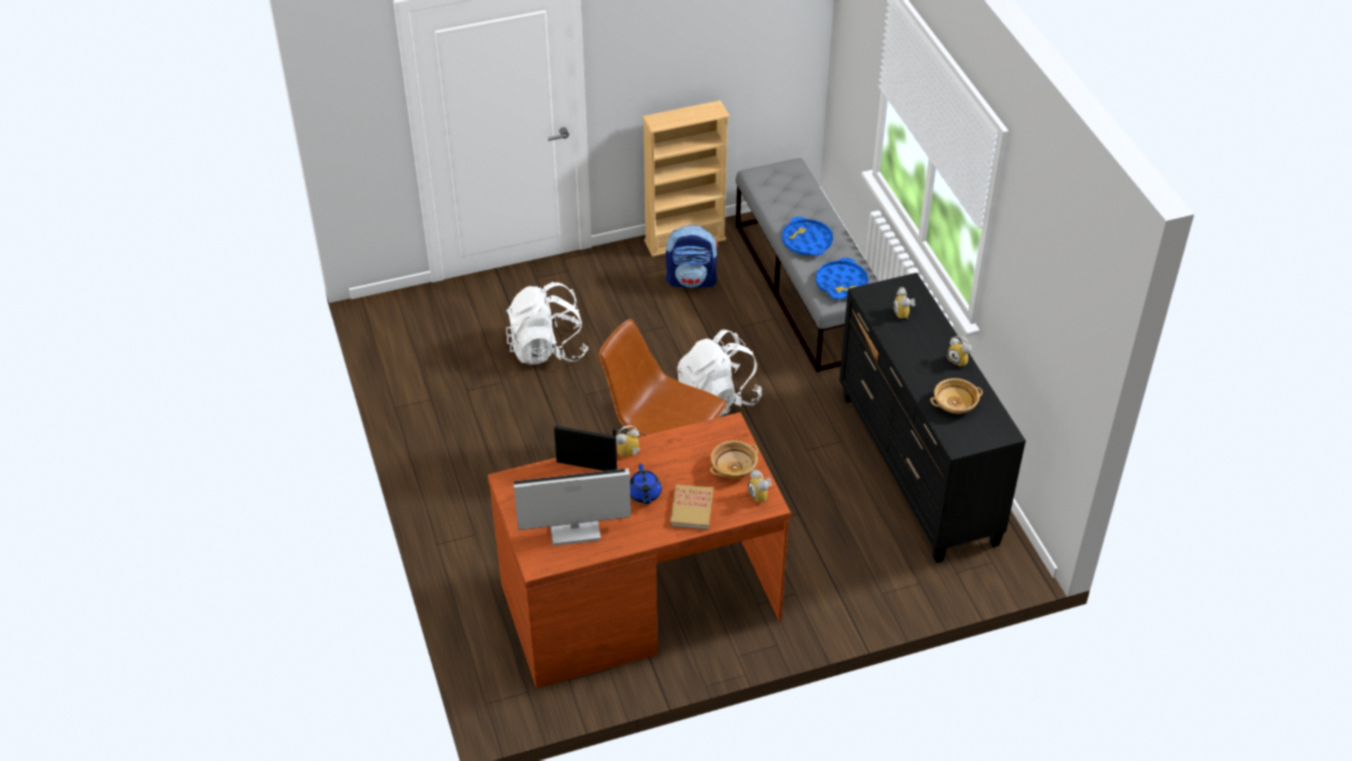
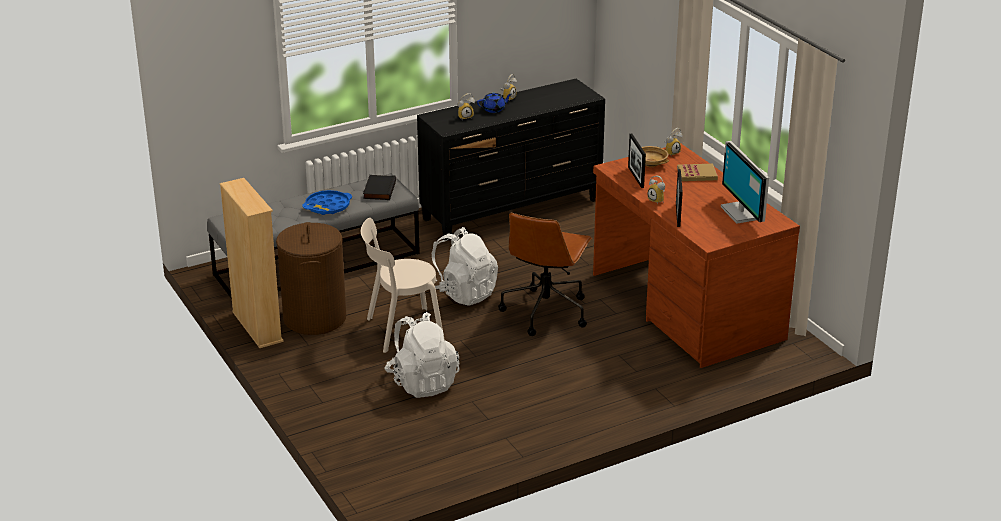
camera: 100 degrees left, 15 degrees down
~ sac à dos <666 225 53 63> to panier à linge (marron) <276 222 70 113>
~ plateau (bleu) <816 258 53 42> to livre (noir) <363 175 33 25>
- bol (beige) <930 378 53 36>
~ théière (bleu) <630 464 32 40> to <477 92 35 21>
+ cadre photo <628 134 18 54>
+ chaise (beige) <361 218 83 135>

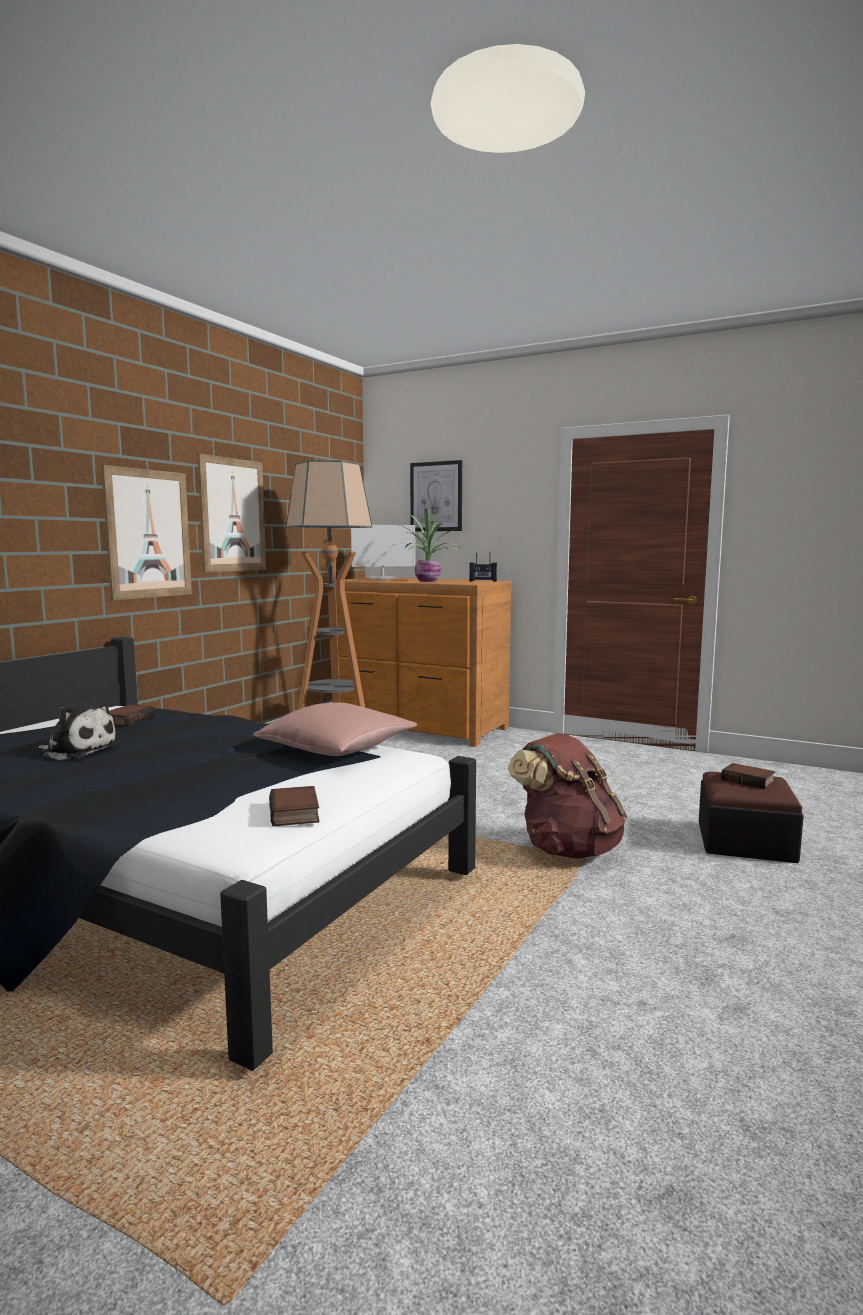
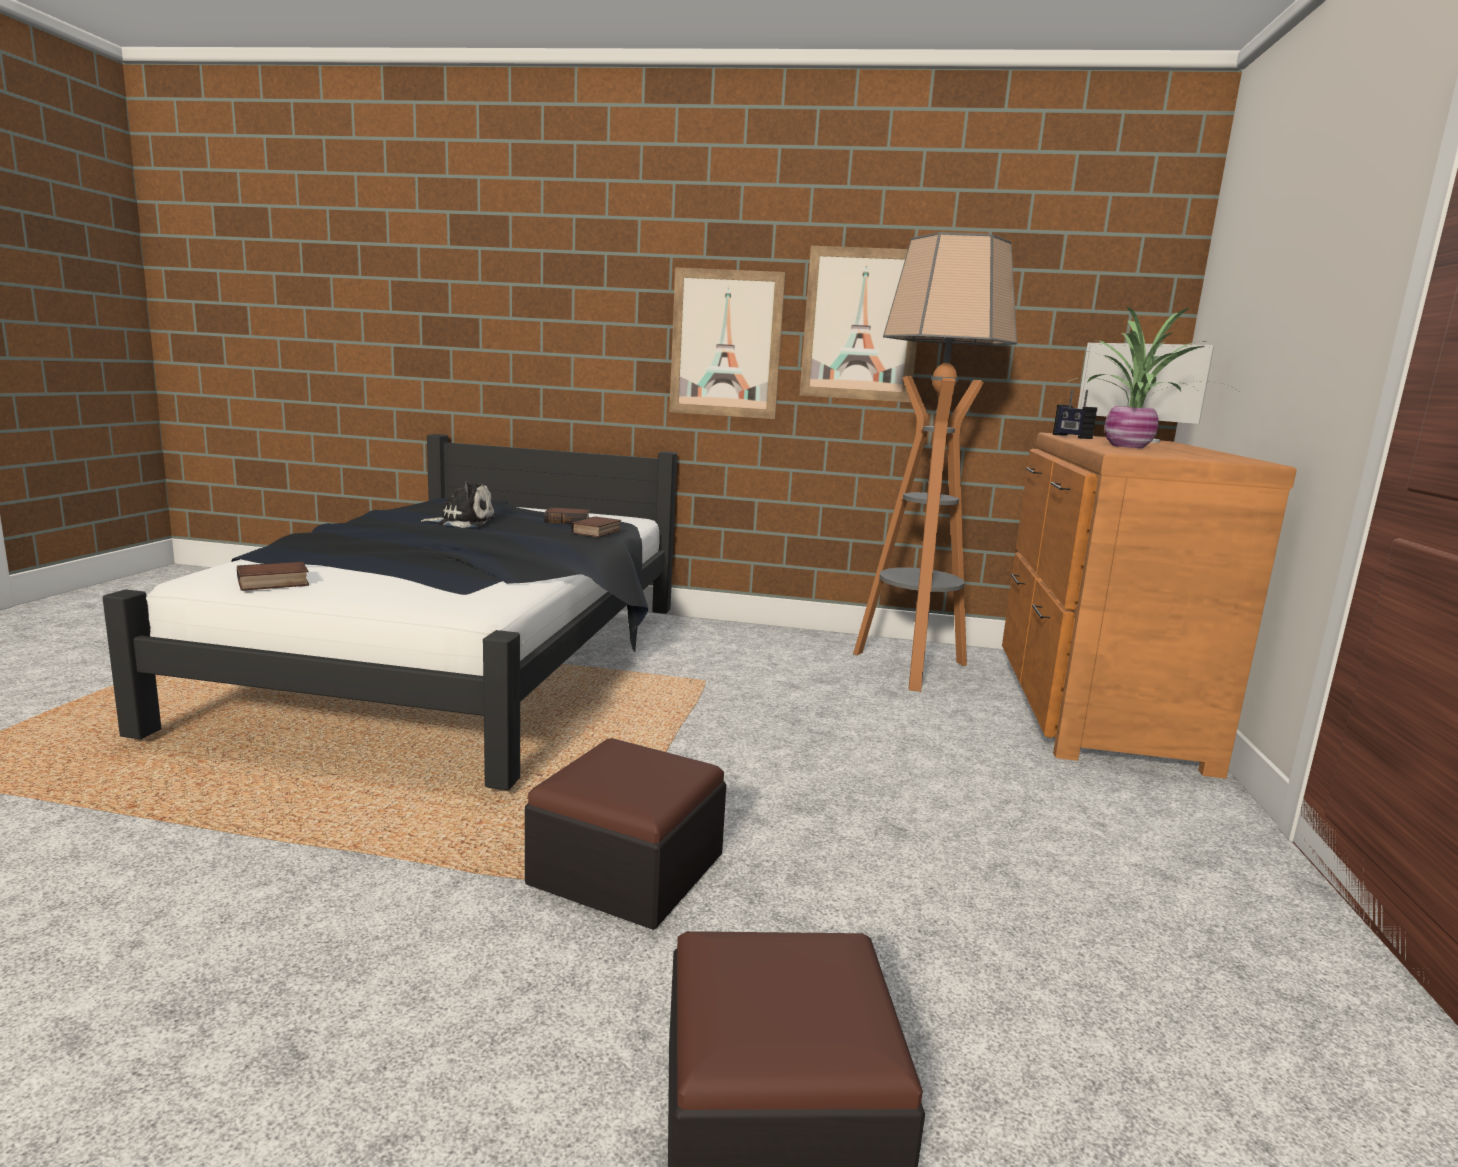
camera: 70 degrees right, 5 degrees up
- tableau <410 460 52 71>
~ radio <469 553 28 29> to <1053 389 44 50>
~ peluche <39 702 80 58> = <420 481 75 47> 90 degrees counterclockwise
- coussin (rose) <253 703 164 53>
~ sac à dos (marron) <508 733 119 126> to pouf <525 738 201 192>
~ livre <721 763 54 26> to <571 516 50 21>

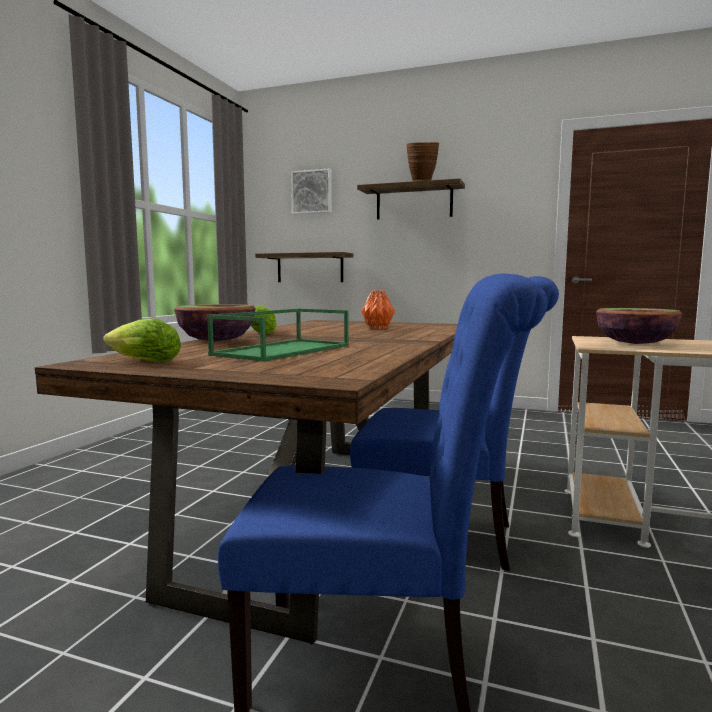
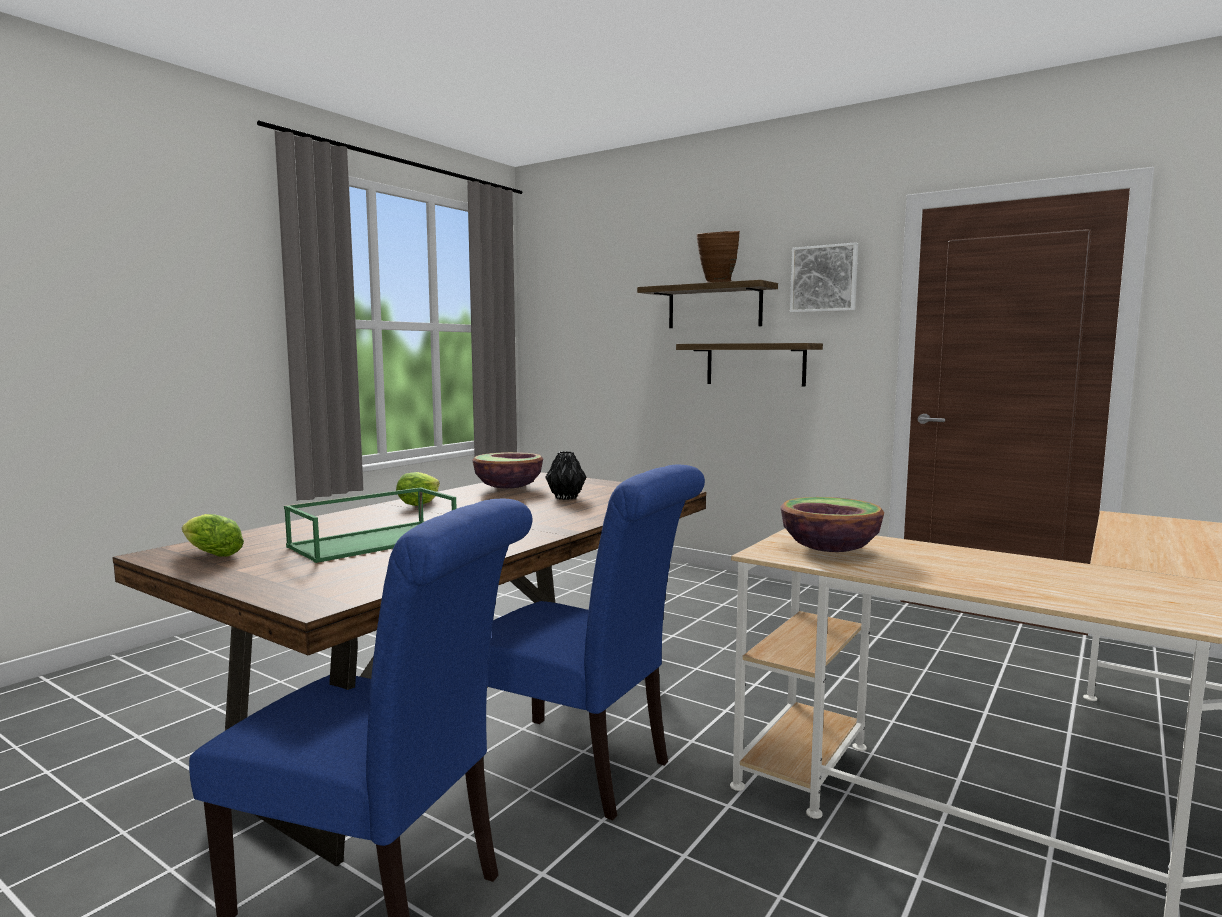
camera: 15 degrees right, 0 degrees up
~ tableau <291 169 41 45> to <790 242 68 71>
~ étagère <255 252 98 30> to <676 343 147 44>
~ vase (orange) <361 290 34 39> to vase (noir) <545 451 41 49>
~ bol <174 304 81 37> to <472 452 71 36>

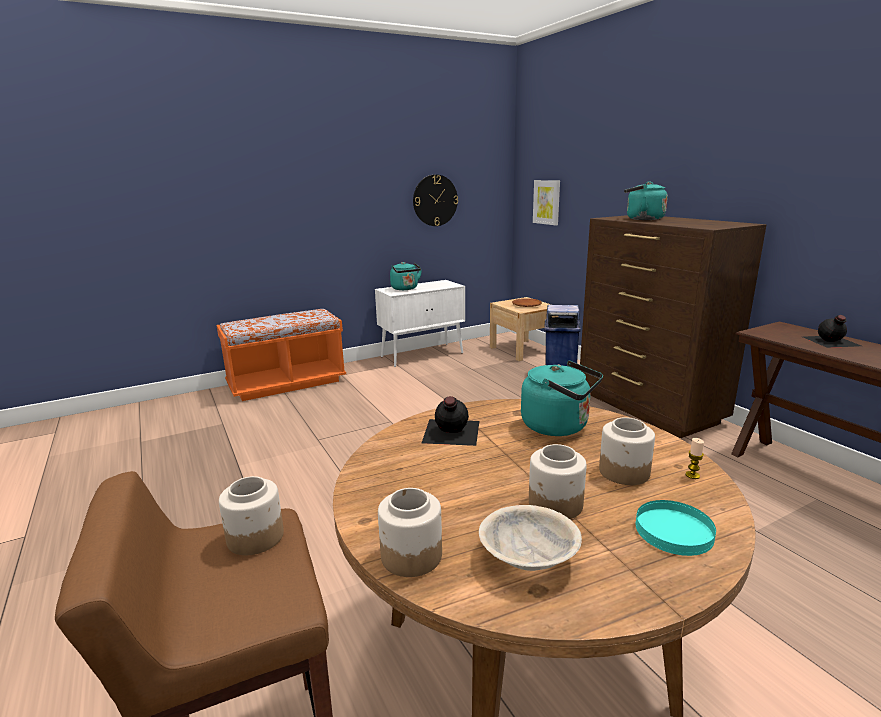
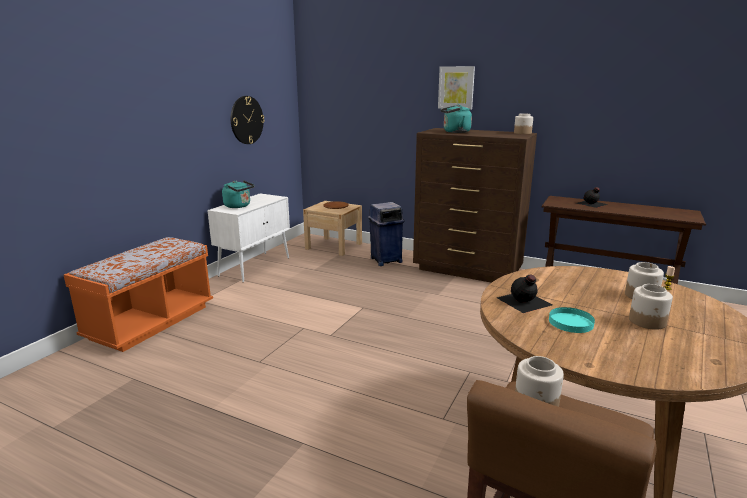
camera: 35 degrees left, 0 degrees up
~ tableau <533 180 27 45> to <438 66 37 44>
- bouilloire (turquoise) <521 360 82 76>
~ bocal <378 488 64 89> to <514 113 19 21>
~ assiette (turquoise) <636 500 80 56> to <549 307 46 26>
- bol (beige) <479 505 103 66>

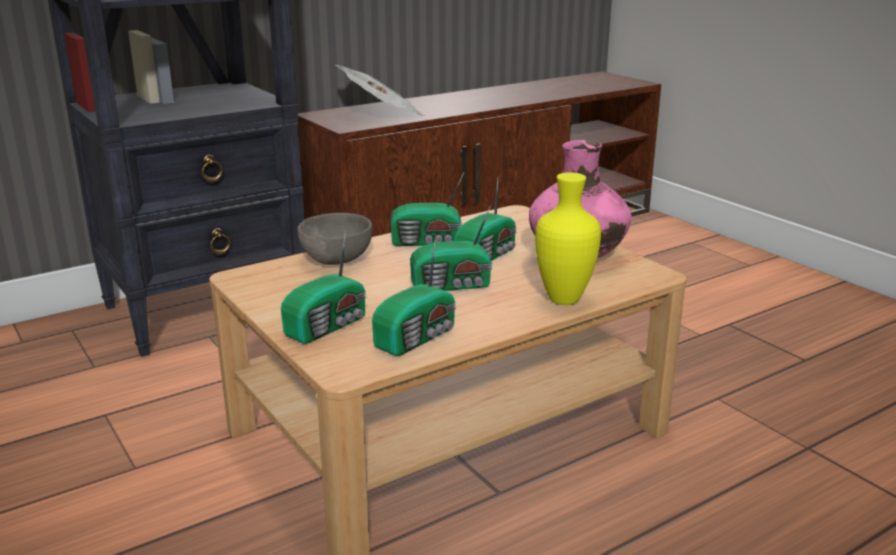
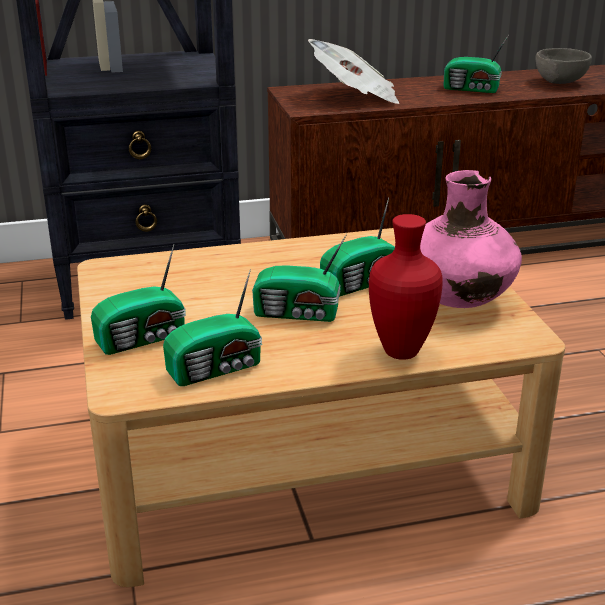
camera: 20 degrees right, 5 degrees up
~ vase (jaune) <535 172 66 133> to vase (rouge) <369 214 74 146>
~ radio <391 173 73 73> to <443 35 66 58>
~ bol (gris) <297 213 75 52> to <536 48 56 36>

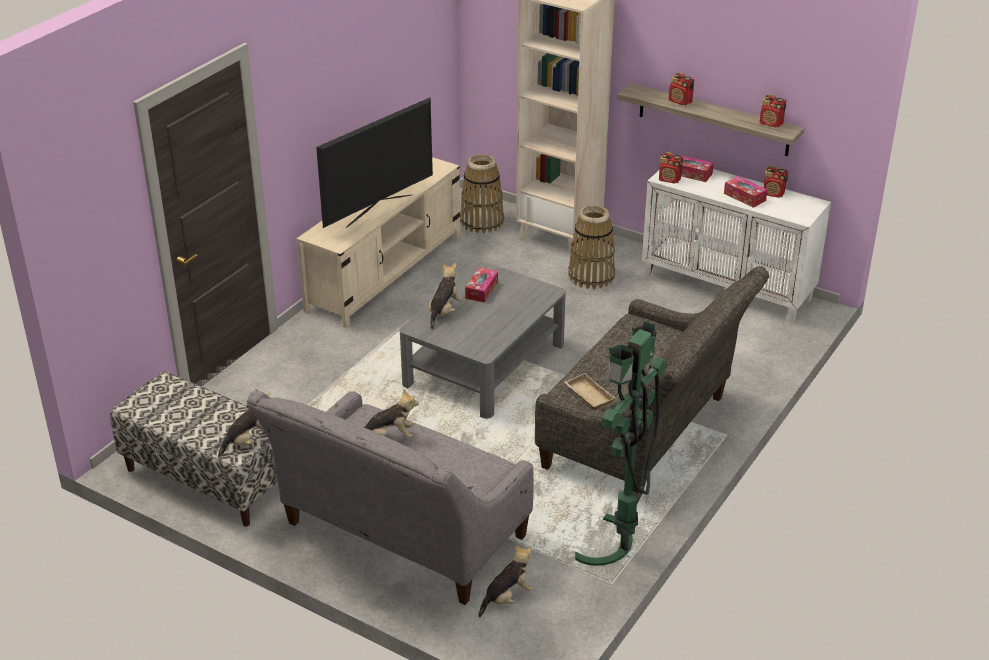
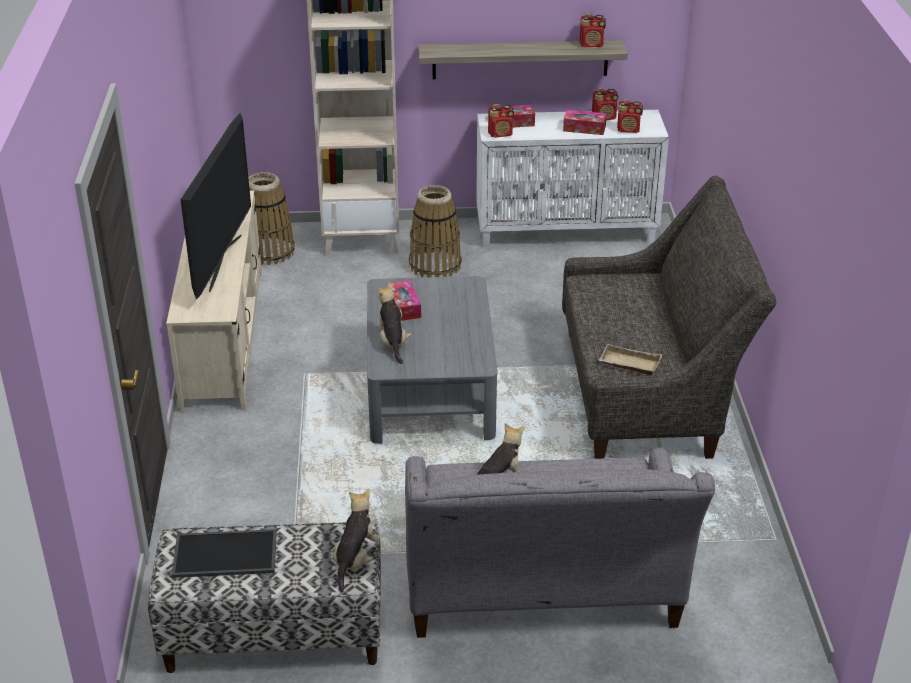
camera: 35 degrees left, 0 degrees up
~ radio <669 72 25 33> to <617 99 26 34>
- lampadaire (vert) <575 321 91 245>
- peluche <479 544 54 73>
+ plateau <172 529 105 49>

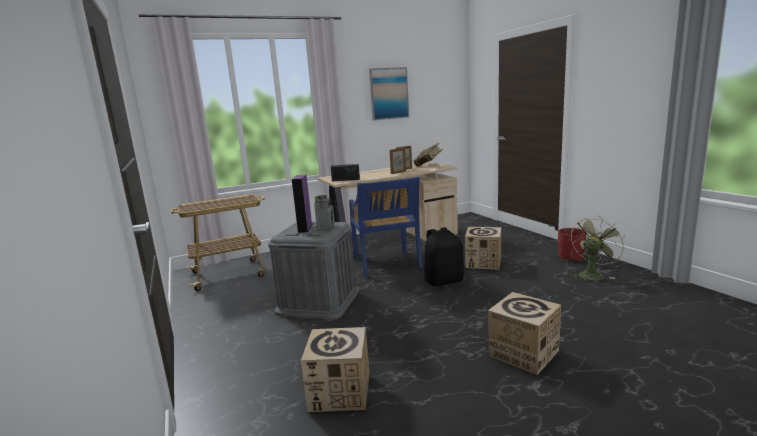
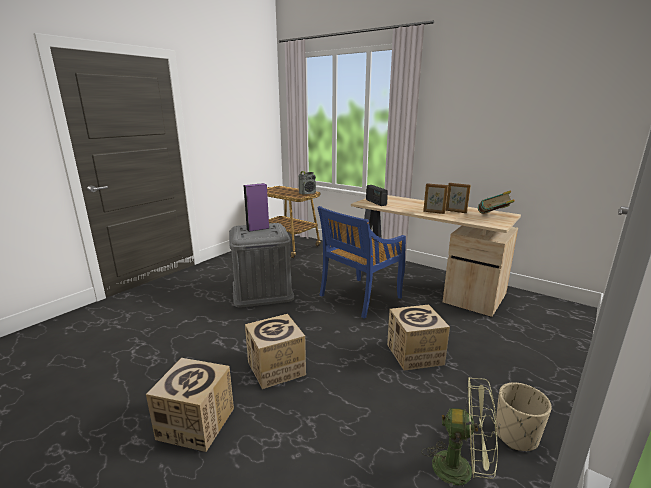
camera: 60 degrees right, 5 degrees up
- tableau <369 67 40 53>
~ radio <314 195 21 36> to <298 171 18 24>
- sac à dos (noir) <424 227 40 59>
~ cache-pot (rouge) <558 228 29 33> to cache-pot (beige) <496 382 56 69>
~ carton <301 327 68 85> to <245 314 61 75>

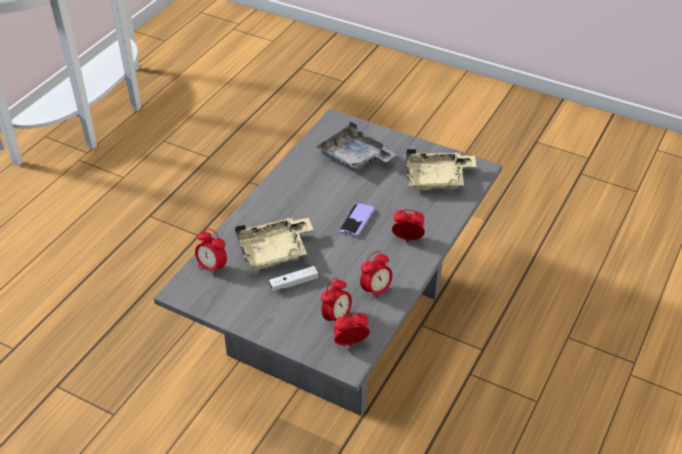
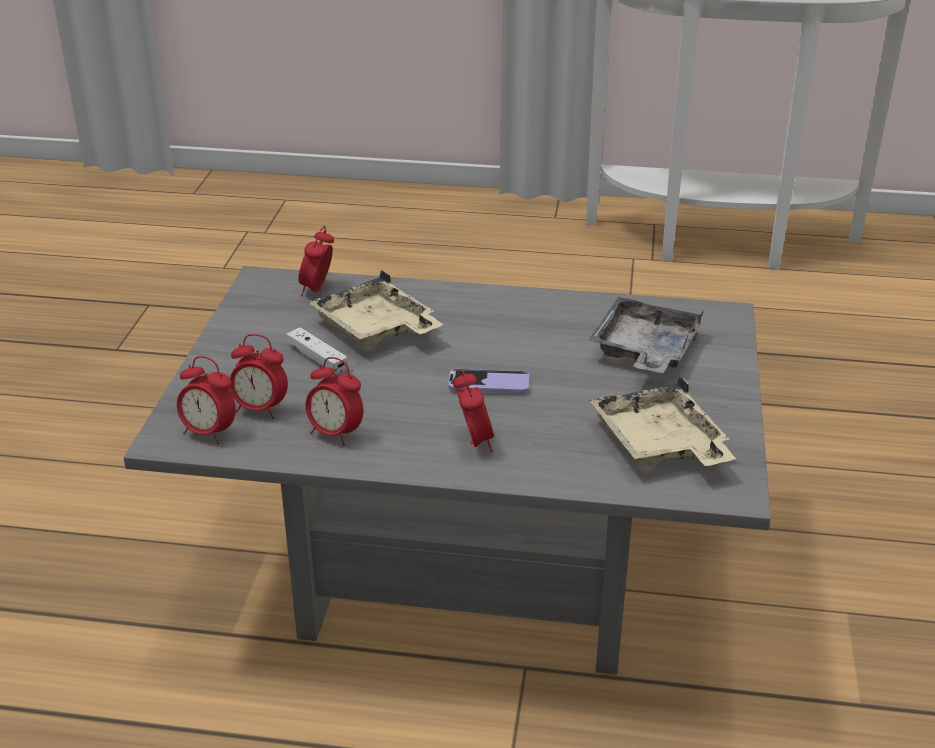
camera: 70 degrees right, 10 degrees down
~ réveil <334 313 36 33> = <177 356 59 89> 150 degrees clockwise

